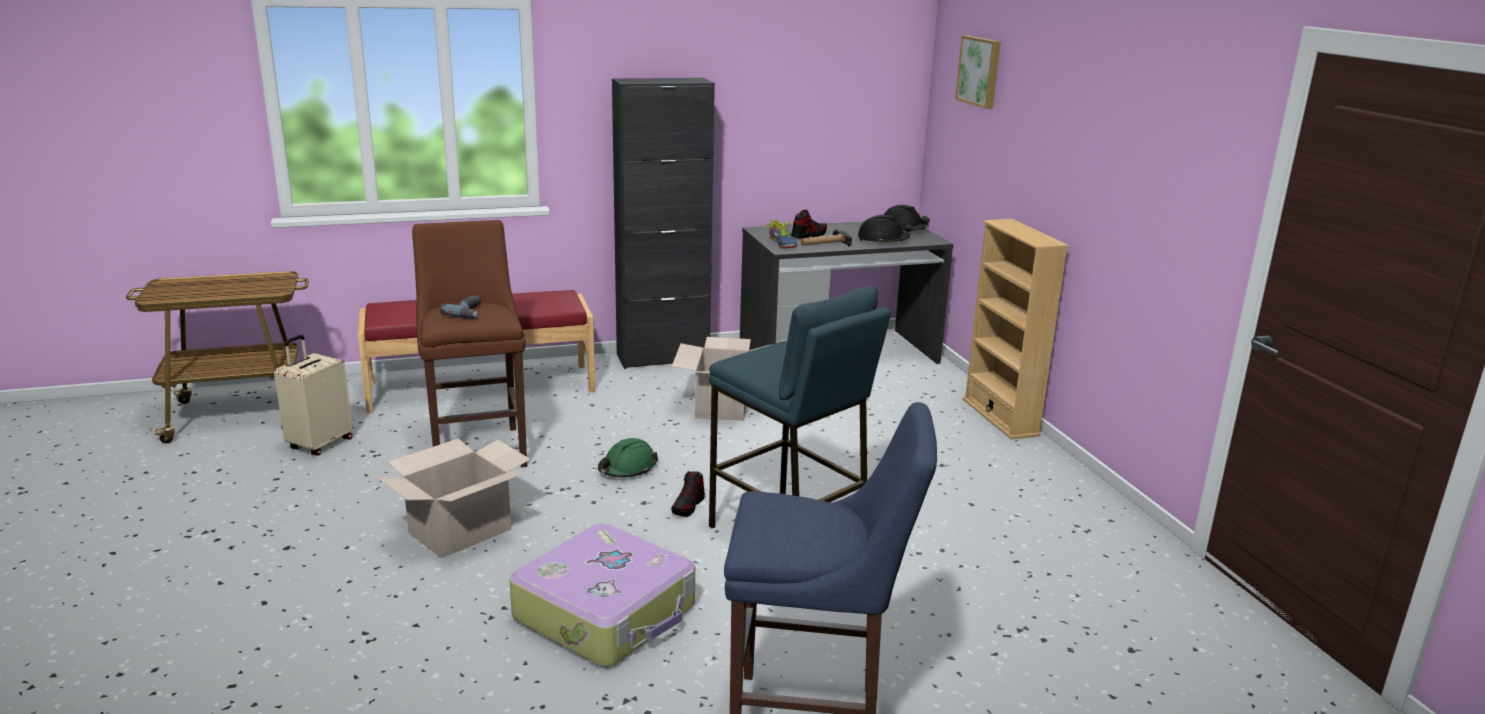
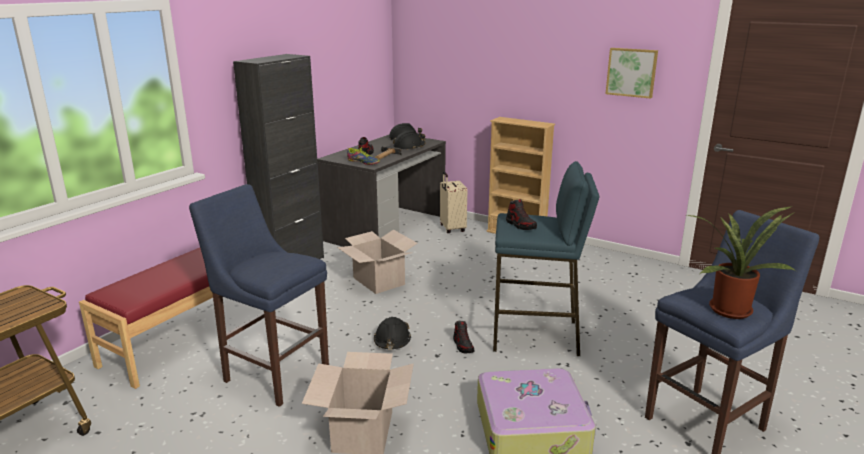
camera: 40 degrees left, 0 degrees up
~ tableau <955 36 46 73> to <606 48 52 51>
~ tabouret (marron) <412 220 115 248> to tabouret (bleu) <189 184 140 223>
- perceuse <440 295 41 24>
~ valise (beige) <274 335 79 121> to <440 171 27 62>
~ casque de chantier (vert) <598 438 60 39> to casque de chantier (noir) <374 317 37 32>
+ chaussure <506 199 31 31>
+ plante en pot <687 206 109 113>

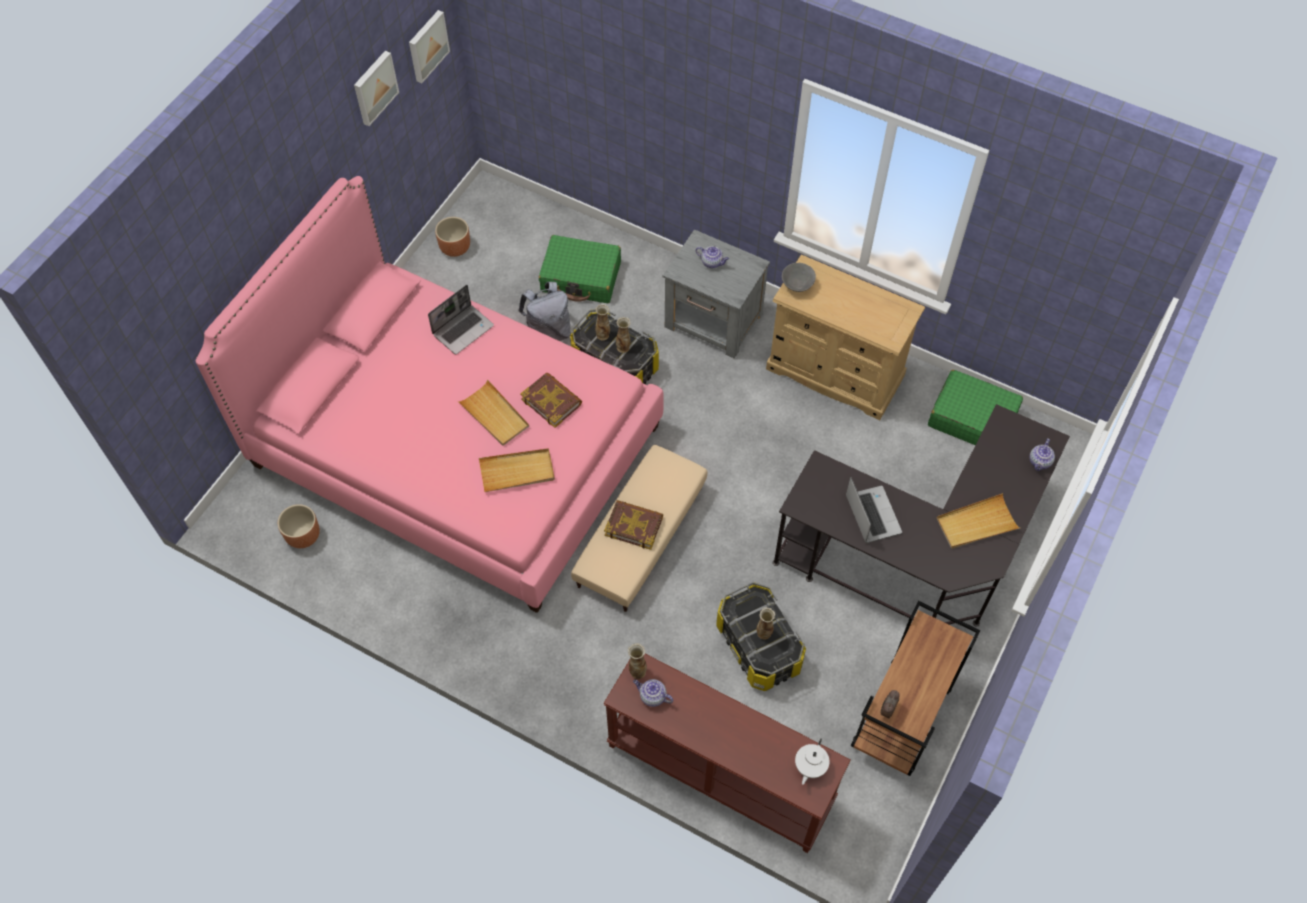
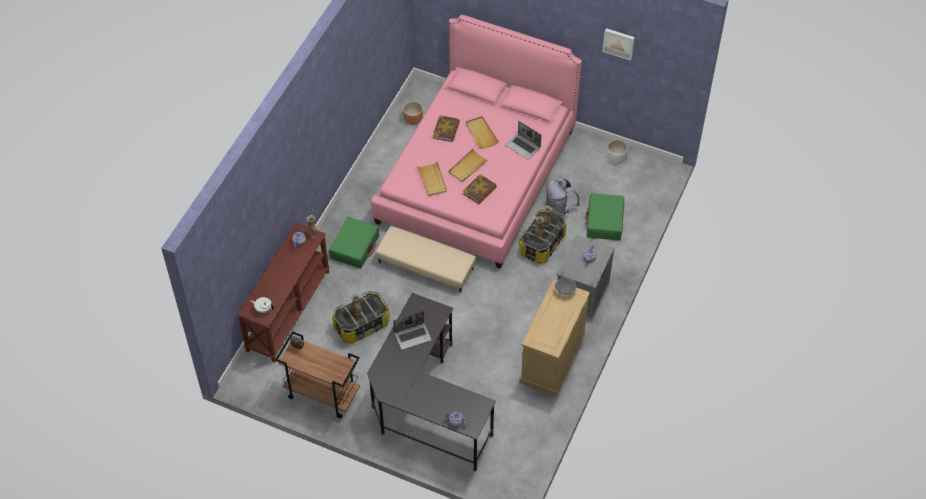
camera: 85 degrees right, 5 degrees down
- tableau <409 10 41 73>
~ cache-pot (marron) <435 217 35 40> to cache-pot (blanc) <607 139 21 24>
~ valise (vert) <928 370 95 75> to <329 217 50 52>
~ plateau (beige) <937 493 82 56> to <466 116 33 33>
~ livre <604 500 59 50> to <433 115 27 27>

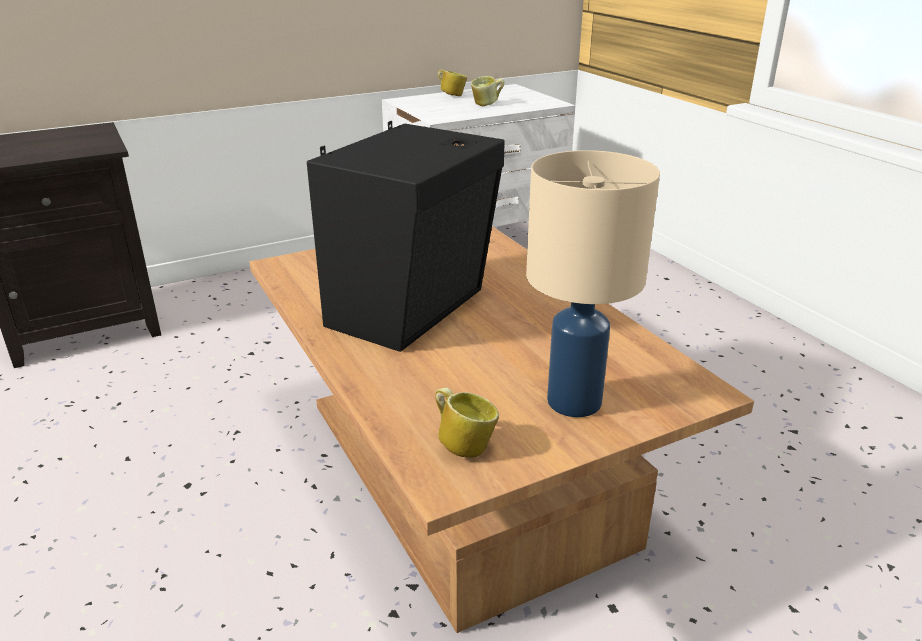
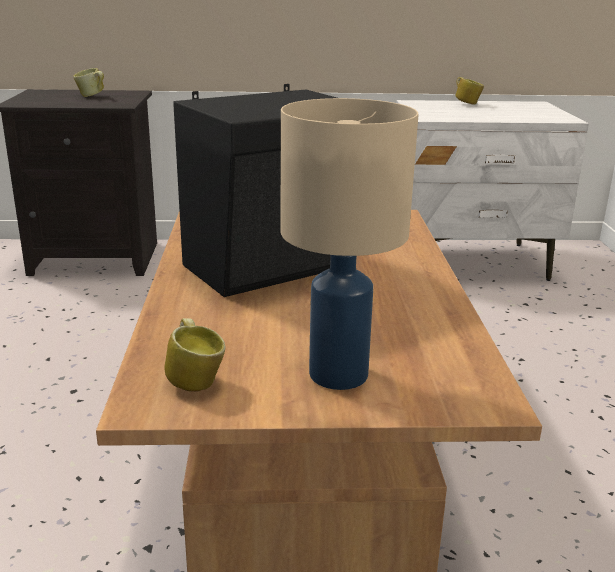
camera: 25 degrees right, 5 degrees down
~ mug <471 76 34 30> to <73 68 31 29>

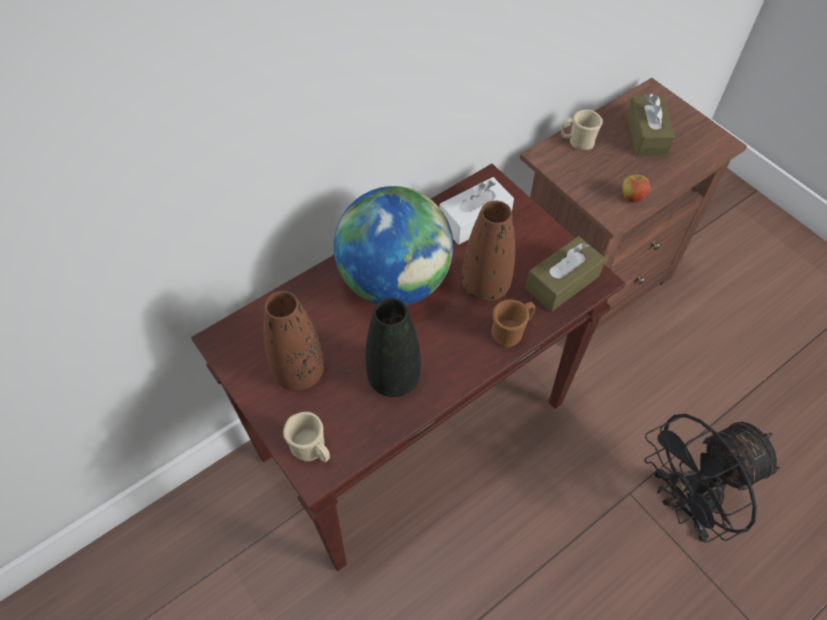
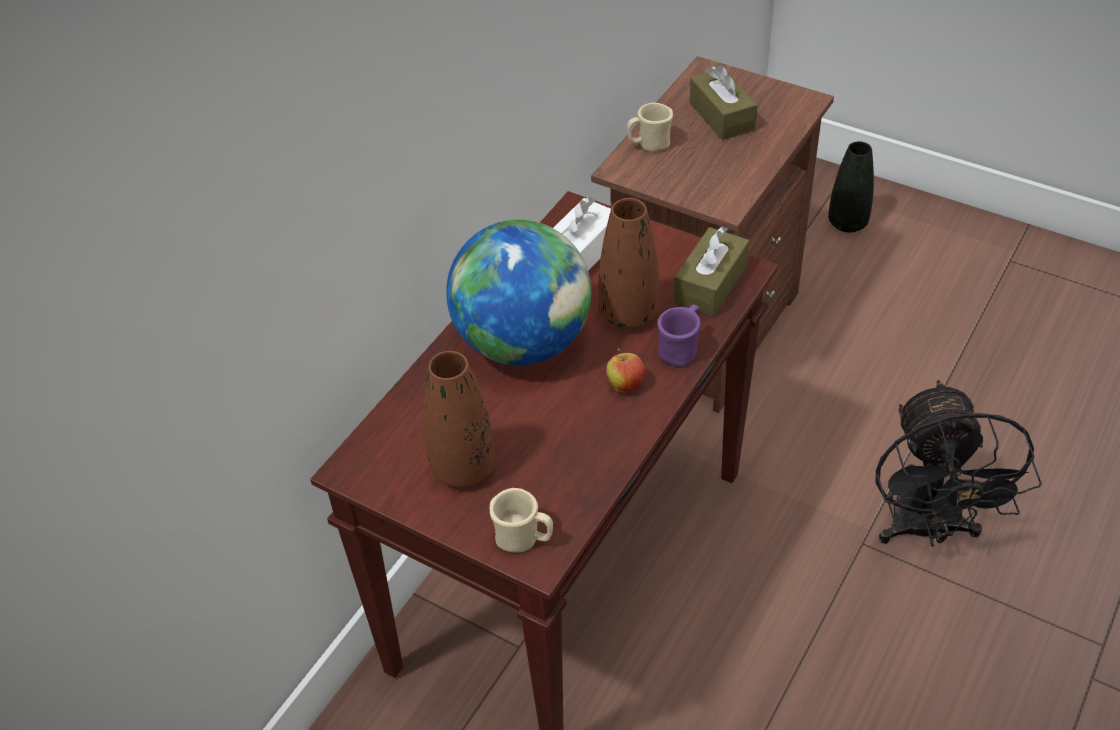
camera: 20 degrees left, 10 degrees down
~ pomme <623 170 27 33> to <606 349 39 44>
~ vase (noir) <365 298 56 99> to <828 141 46 92>
~ mug (marron) <491 299 45 48> to mug (violet) <657 305 44 62>
~ ventilateur (noir) <644 414 136 129> = <876 380 166 167> 45 degrees counterclockwise

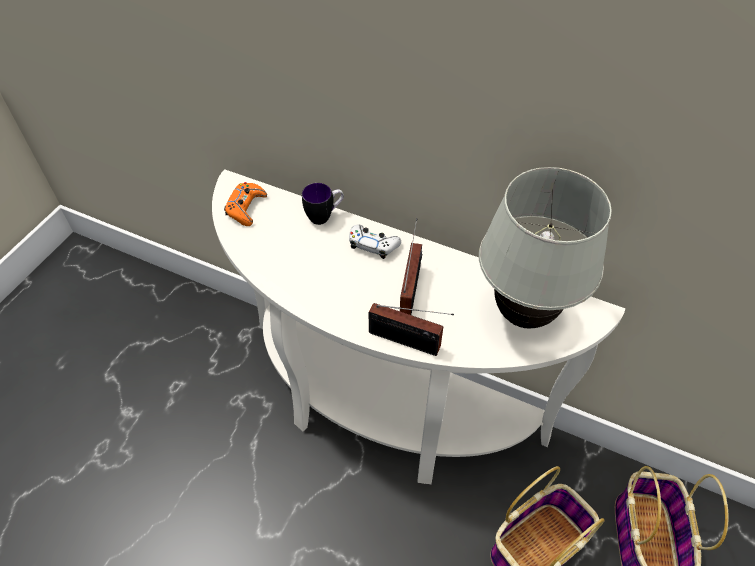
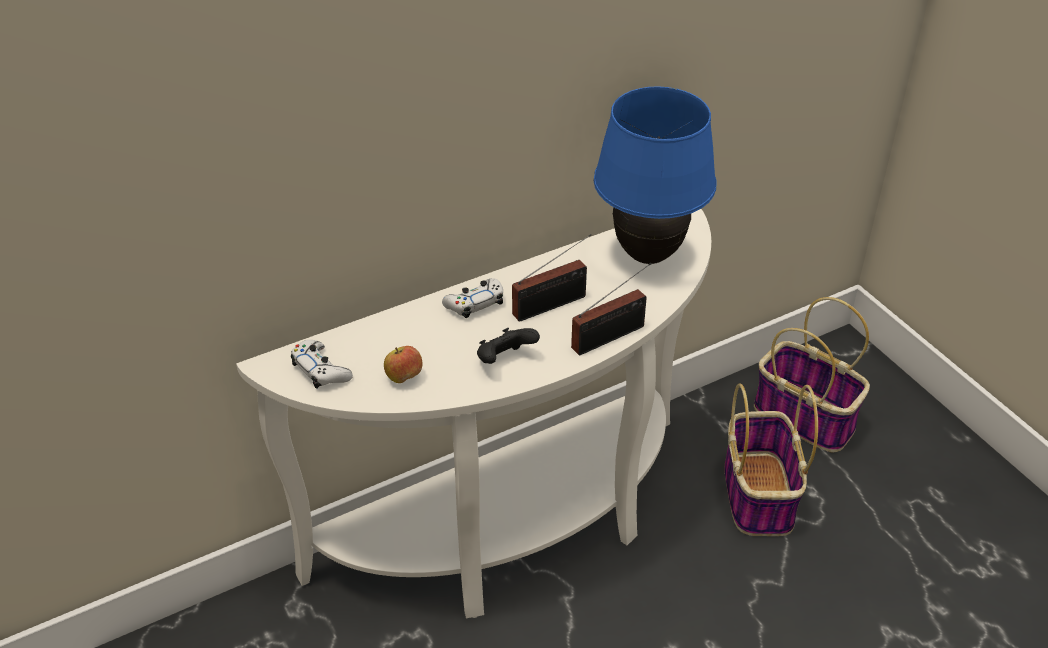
camera: 55 degrees left, 10 degrees down
~ lampe de table (blanc) <479 167 133 162> to lampe de table (bleu) <594 86 122 178>
~ manette (orange) <224 182 43 44> to manette (blanc) <291 340 62 49>
- mug <302 183 42 42>
~ radio <400 218 22 97> = <512 234 79 88> 105 degrees clockwise
+ manette (noir) <477 328 63 36>
+ pomme <384 346 38 37>

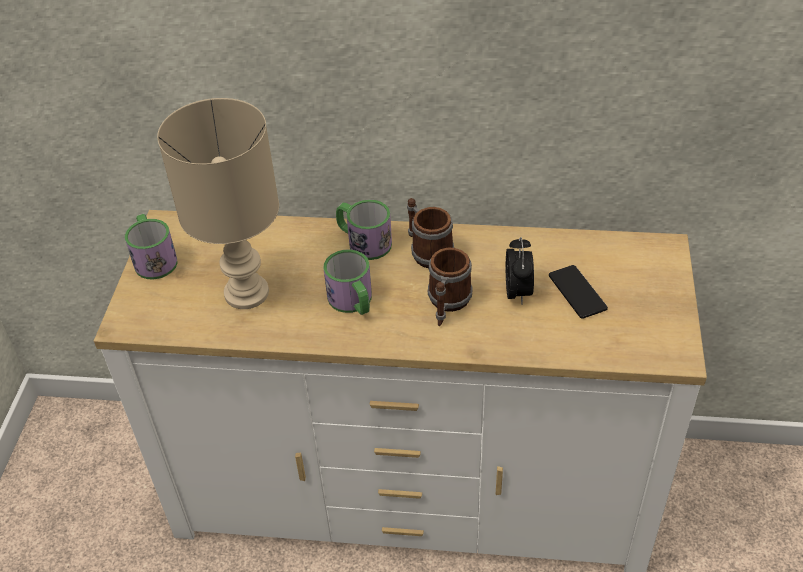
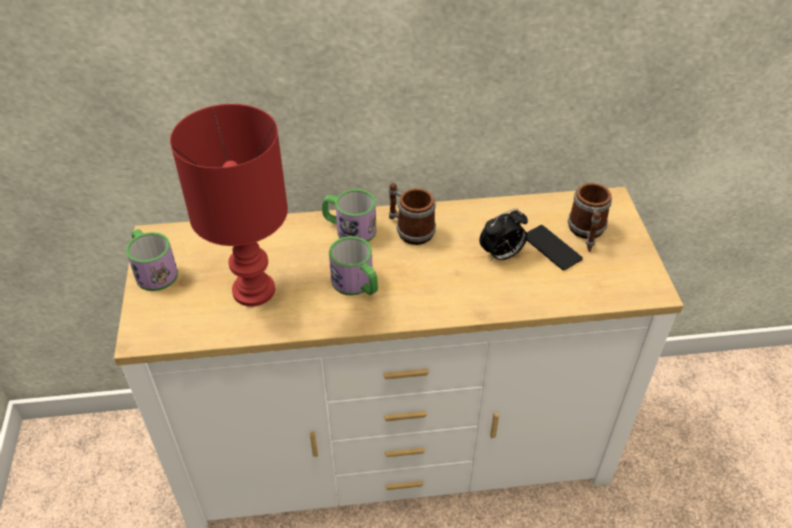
camera: 15 degrees left, 0 degrees up
~ lampe de table (beige) <157 98 122 211> to lampe de table (rouge) <170 104 118 202>
~ réveil <506 237 28 67> = <479 209 49 53> 75 degrees clockwise
~ mug <428 248 45 78> to <568 183 44 69>

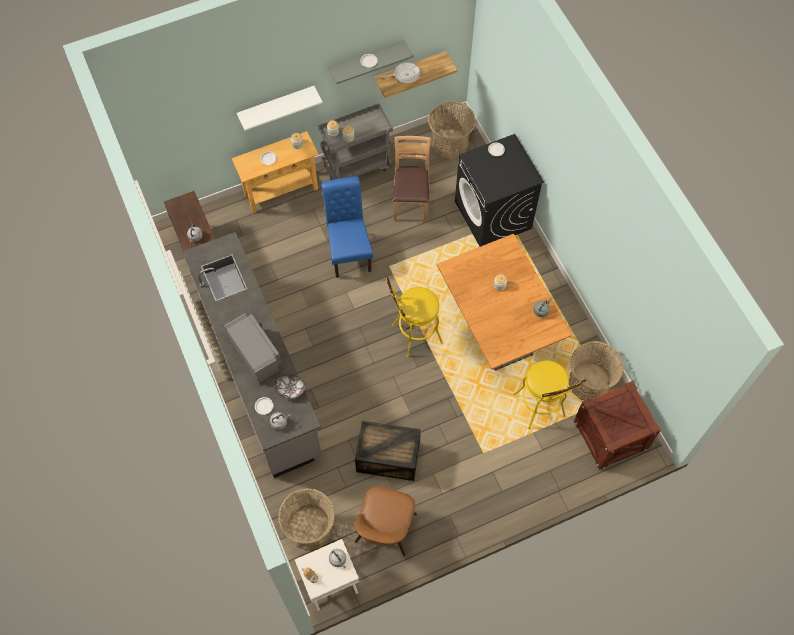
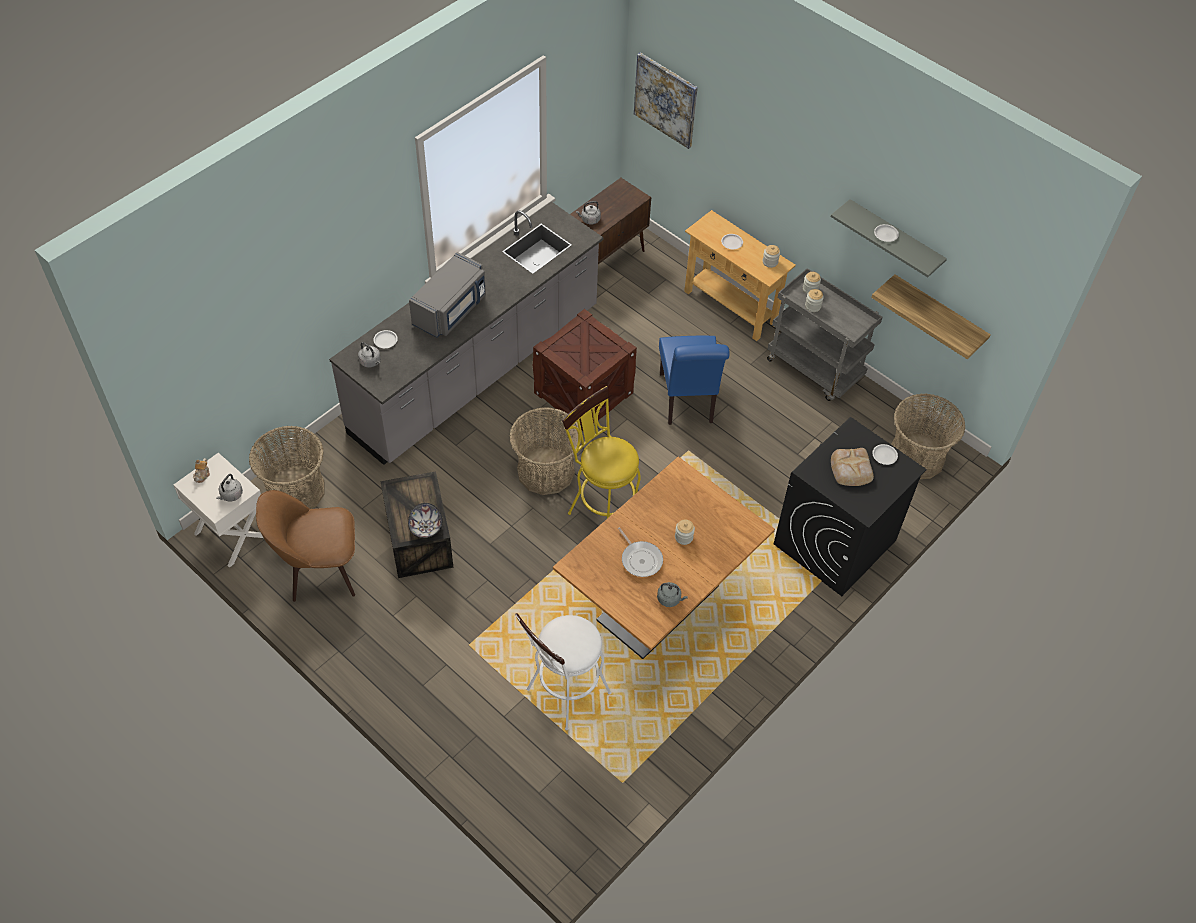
camera: 65 degrees right, 10 degrees down
~ poêle <380 62 40 21> to <618 527 45 50>
- étagère (blanc) <237 86 86 45>
- chaise (marron) <393 136 38 86>
~ chaise (bleu) <321 176 52 102> = <659 336 71 89> 120 degrees clockwise
~ panier <569 341 54 59> to <510 407 71 88>
~ tabouret (jaune) <513 360 73 70> to tabouret (blanc) <515 613 97 117>
~ bol <275 374 30 25> to <408 503 34 35>
~ caisse <574 381 87 89> to <533 309 104 122>
+ tableau <634 52 64 97>
+ pain <831 448 43 38>

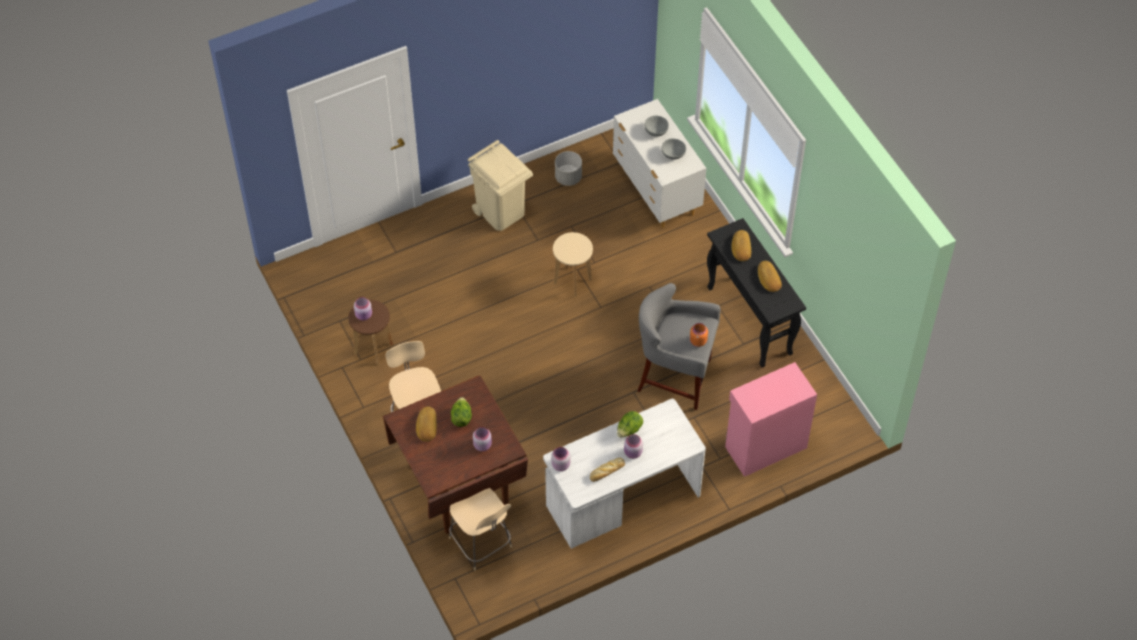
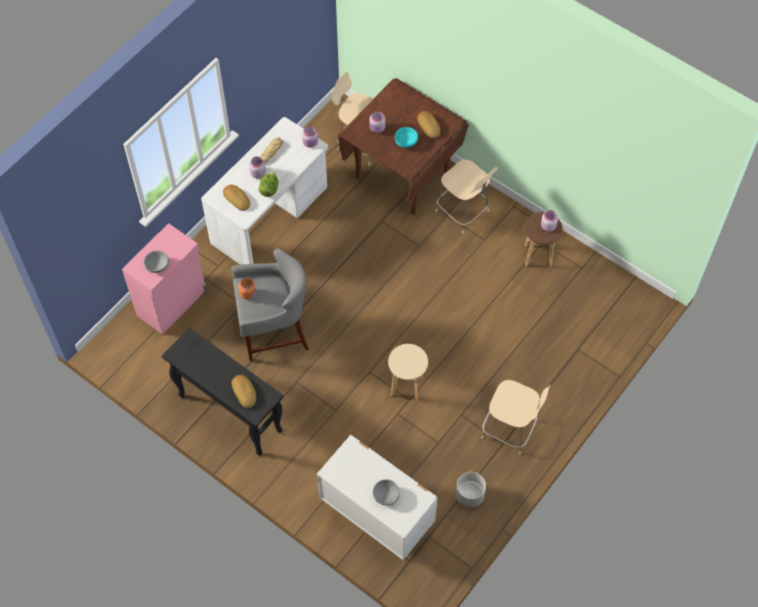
camera: 155 degrees right, 5 degrees up
~ bol (gris) <661 138 25 22> to <144 250 25 23>
~ poubelle (beige) <468 140 65 91> to chaise (beige) <482 380 69 75>
~ pain <758 261 24 31> to <223 185 27 26>
~ laitue <451 397 21 30> to bol (turquoise) <395 127 23 21>

